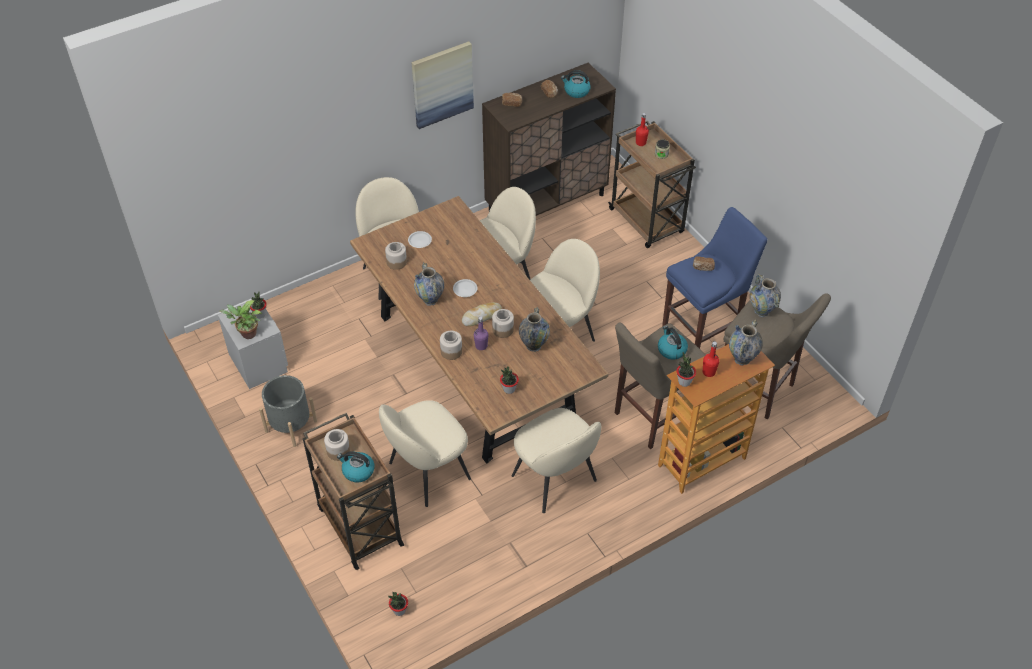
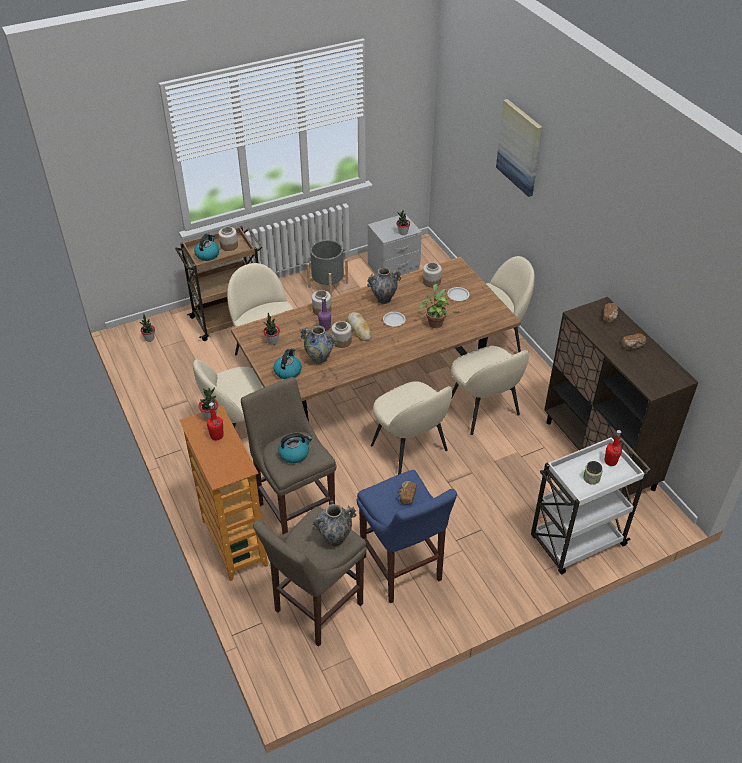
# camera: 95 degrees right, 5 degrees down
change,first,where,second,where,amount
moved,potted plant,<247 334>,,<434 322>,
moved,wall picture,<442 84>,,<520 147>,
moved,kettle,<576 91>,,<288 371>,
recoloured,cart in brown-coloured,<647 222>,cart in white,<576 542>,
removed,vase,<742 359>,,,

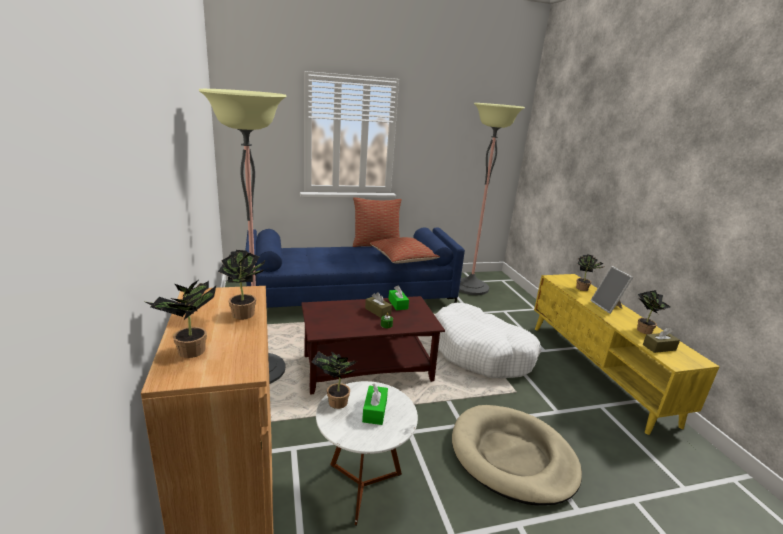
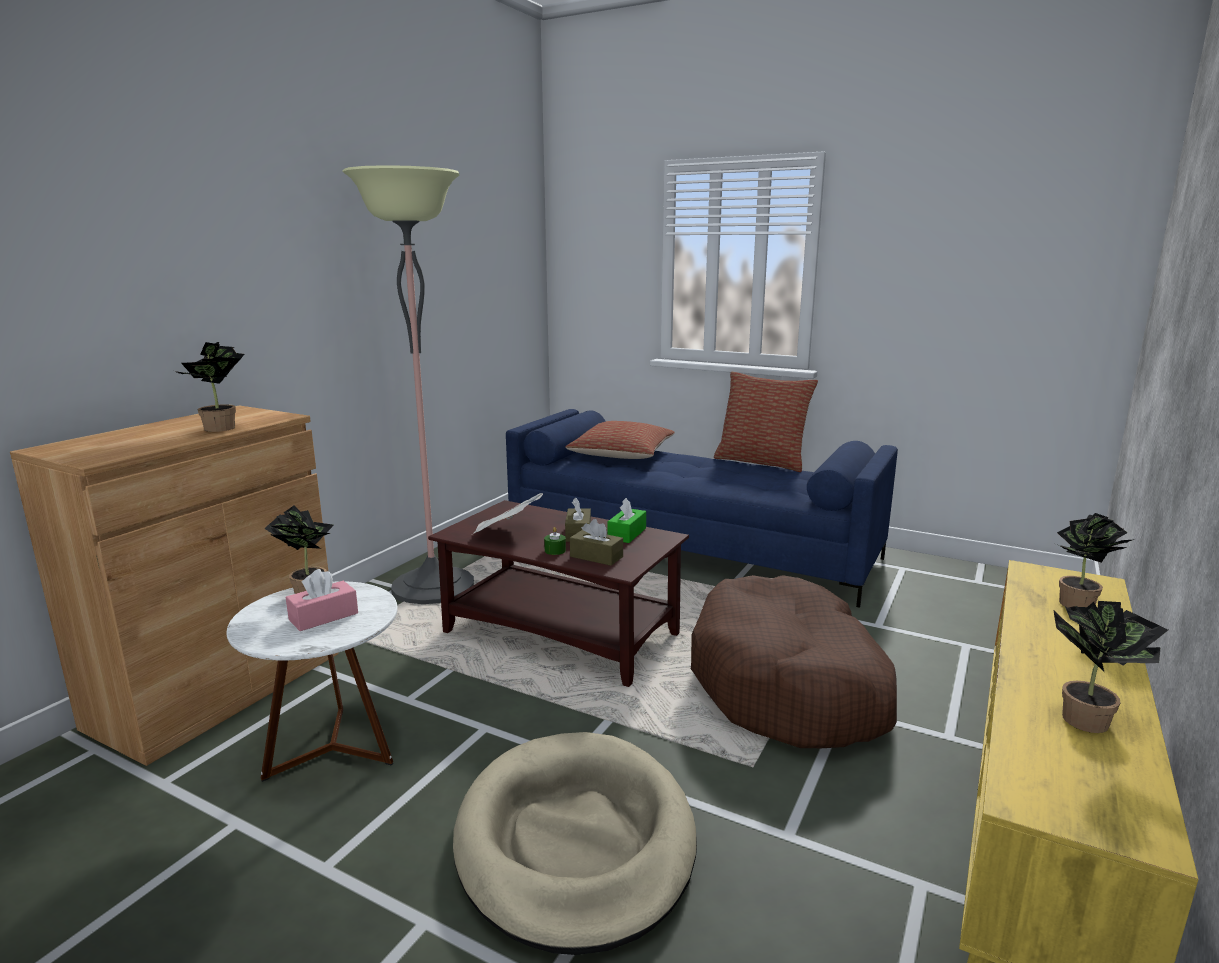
# camera: 45 degrees right, 5 degrees down
change,first,where,second,where,amount
removed,potted plant,<189 353>,,,
recoloured,tissue box in green-coloured,<375 411>,tissue box in pink-coloured,<323 616>,
moved,throw pillow,<403 258>,,<621 455>,
recoloured,dog cushion in white,<481 352>,dog cushion in brown-coloured,<789 685>,
removed,standing lamp,<470 287>,,,
removed,picture frame,<607 307>,,,
moved,tissue box in brown-coloured,<659 347>,,<596 557>,
added,,,daily paper,<506 533>,

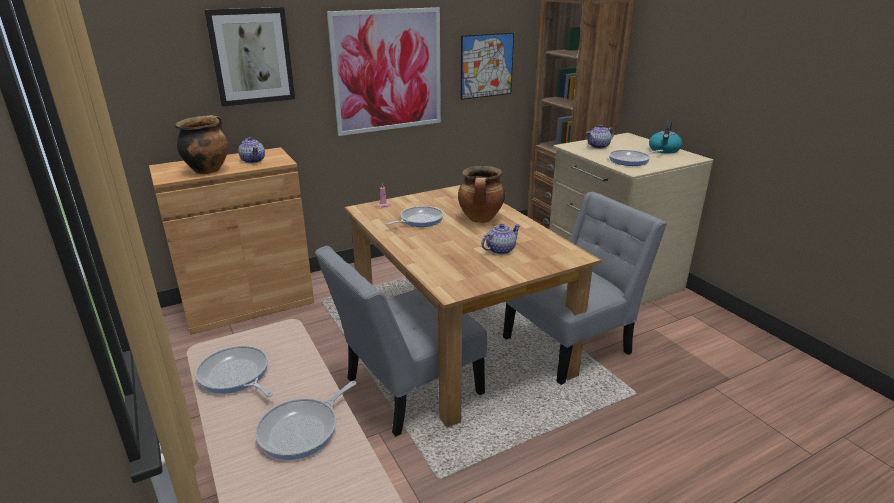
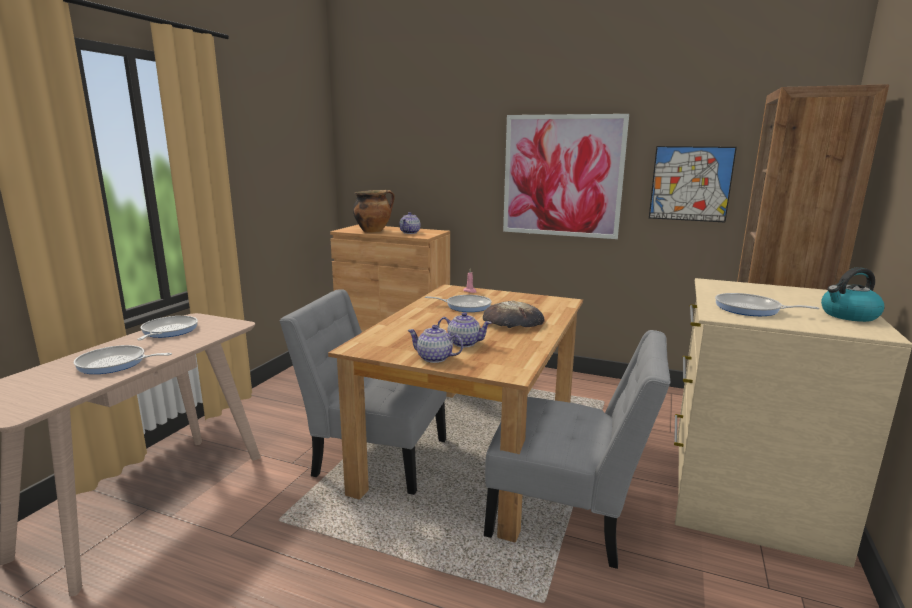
# camera: 50 degrees right, 10 degrees down
change,first,where,second,where,amount
removed,wall picture,<251 56>,,,
replaced,saucepot,<481 219>,bakery bread,<513 321>,
moved,teapot,<599 146>,,<435 358>,

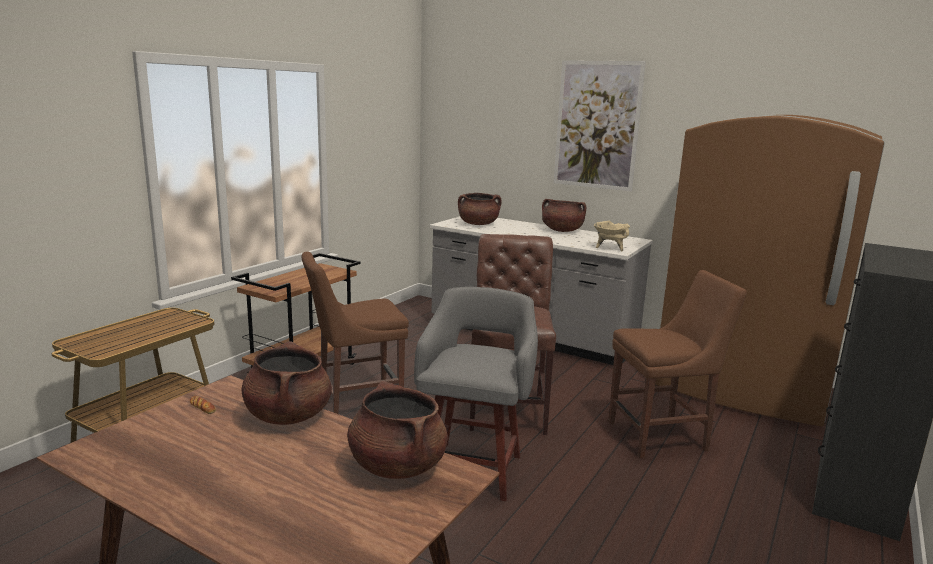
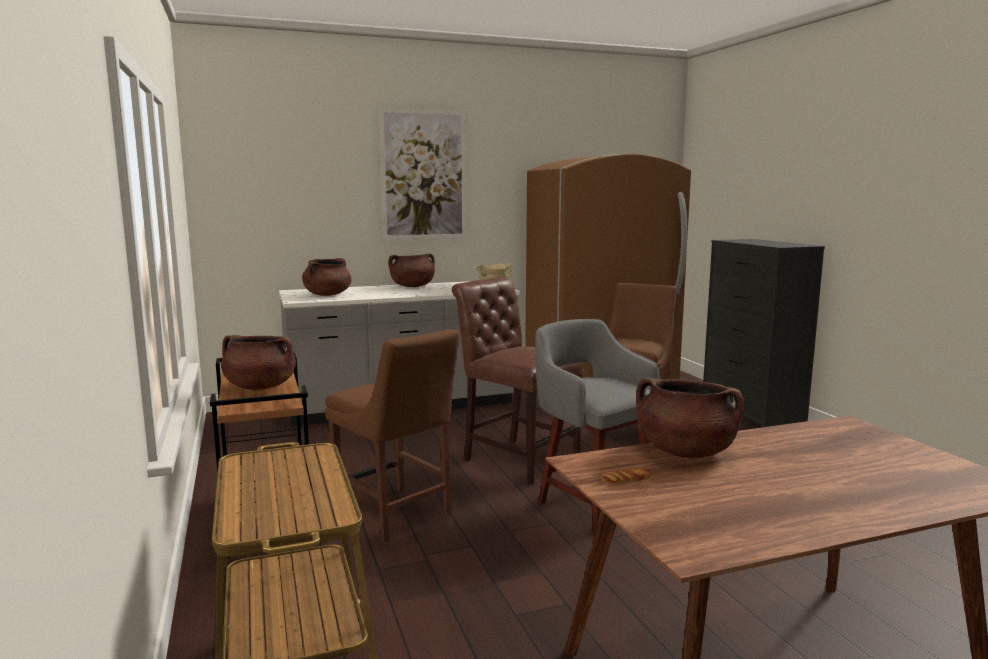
# camera: 50 degrees left, 5 degrees down
change,first,where,second,where,amount
turned,chair in brown-coloured,<356 403>,,<396 515>,60 degrees counterclockwise
moved,saucepot in brown-coloured,<397 465>,,<259 387>,

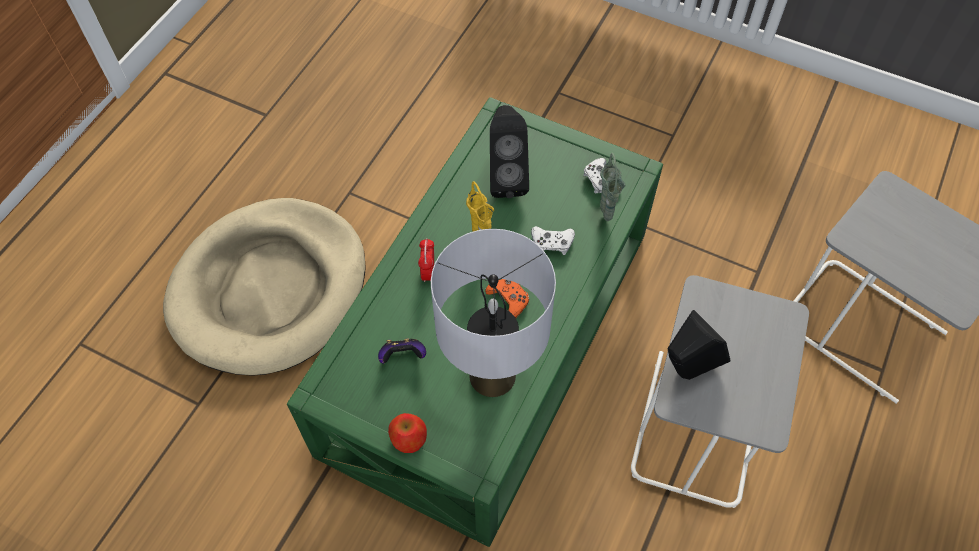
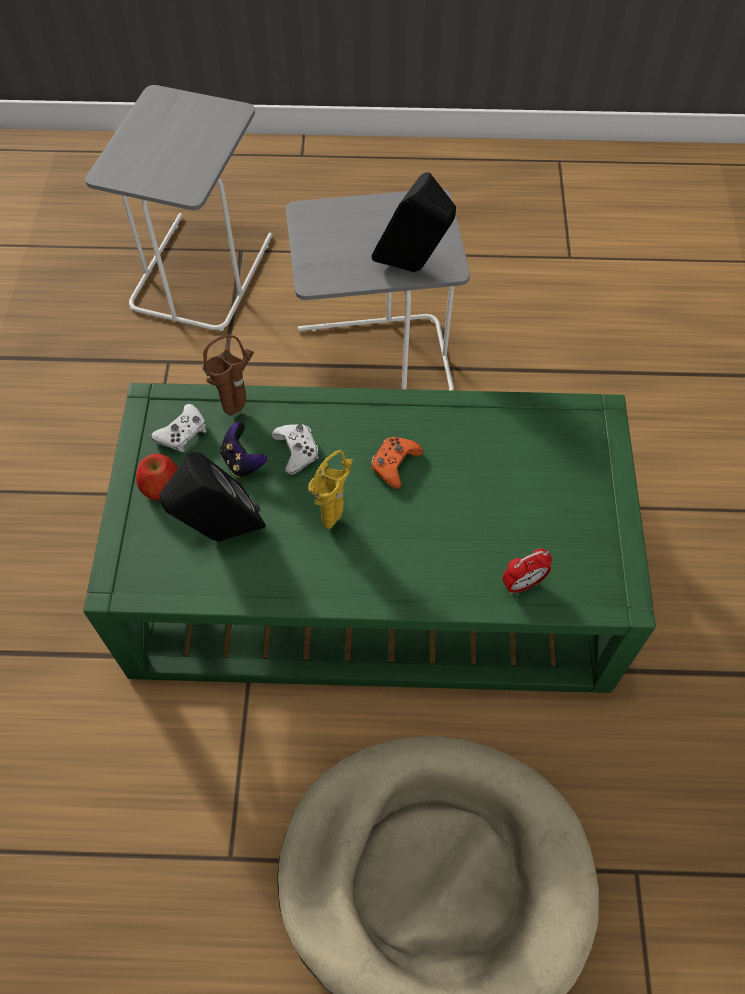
# camera: 115 degrees left, 0 degrees up
change,first,where,second,where,amount
moved,joypad,<403 356>,,<243 461>,
moved,whole apple,<408 438>,,<161 486>,
moved,table clock,<428 272>,,<523 584>,
removed,lamp for a table in gray,<491 375>,,,
recoloured,vase in green-coloured,<606 219>,vase in brown-coloured,<238 410>,

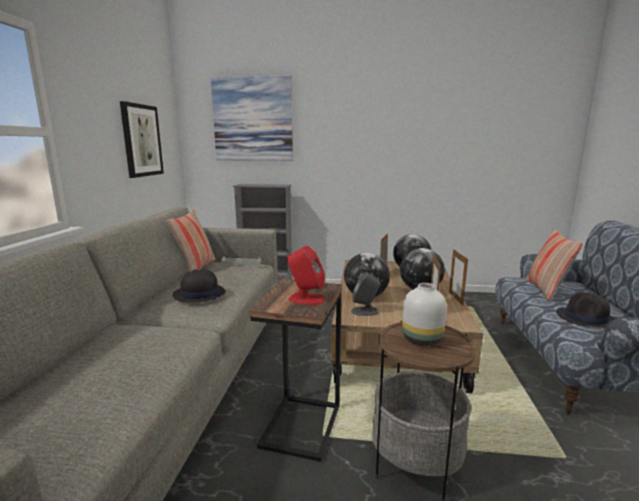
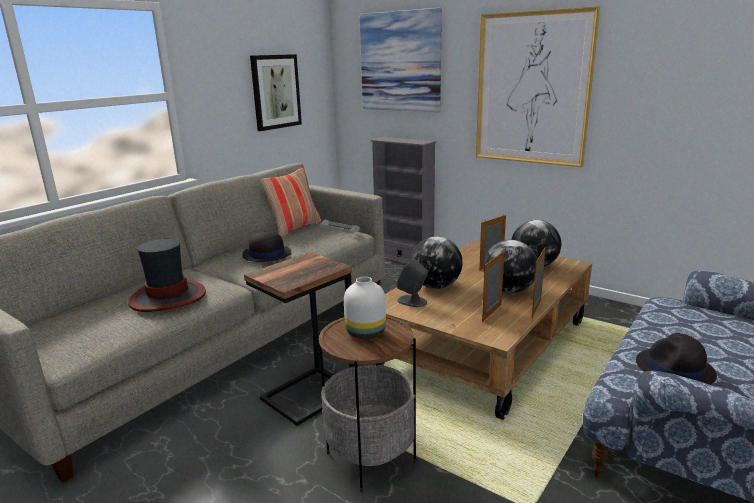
# camera: 30 degrees right, 5 degrees up
change,first,where,second,where,amount
removed,audio speaker in reddish,<305 299>,,,
removed,throw pillow,<546 290>,,,
added,,,clothing hat,<167 297>,
added,,,wall picture,<532 89>,

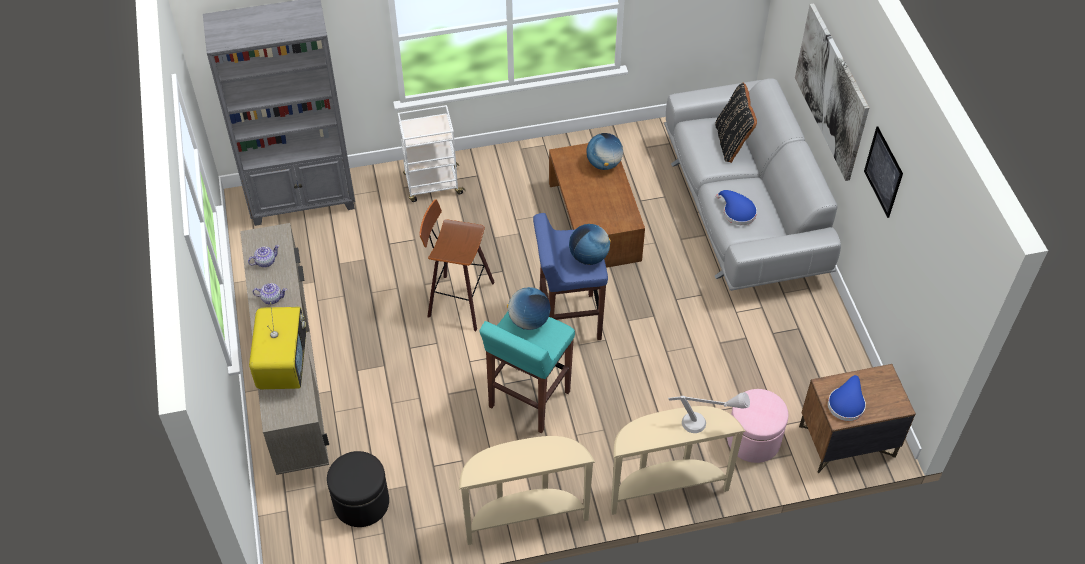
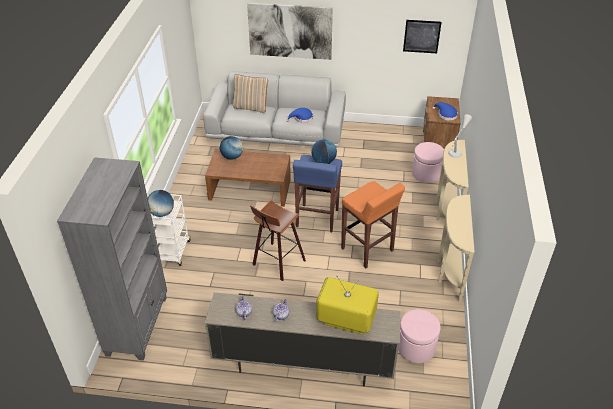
# camera: 70 degrees left, 10 degrees down
change,first,where,second,where,amount
recoloured,pouffe in black,<361 503>,pouffe in pink-coloured,<416 347>,
recoloured,stool seat in turquoise-coloured,<528 400>,stool seat in orange,<367 250>,
moved,globe,<529 321>,,<162 213>,
recoloured,throw pillow in black,<732 142>,throw pillow in beige-coloured,<251 107>,
moved,wall picture,<883 172>,,<421 36>,

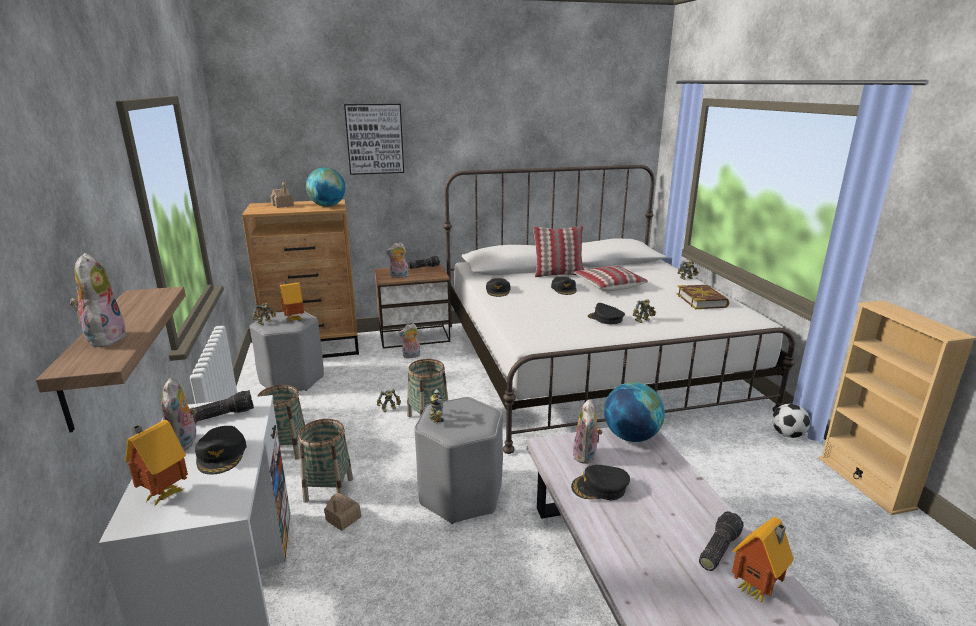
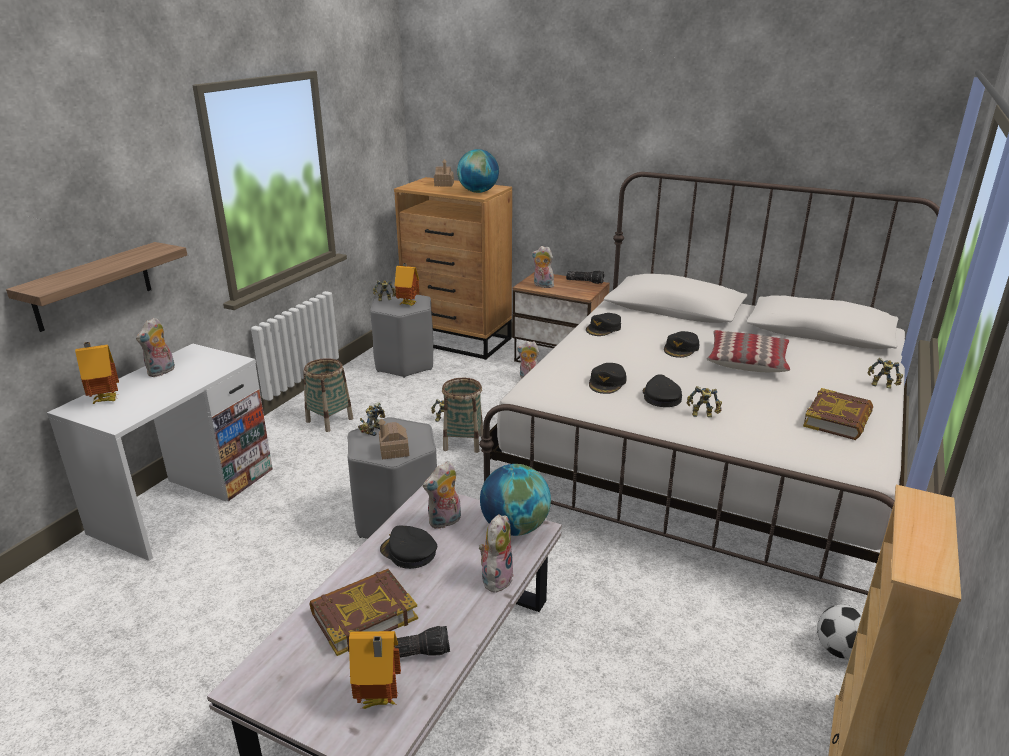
# camera: 40 degrees right, 5 degrees up
change,first,where,second,where,amount
moved,cuddly toy,<104 338>,,<496 577>,
removed,torch,<223 414>,,,
moved,cap in black,<222 455>,,<607 383>,
removed,basket,<328 489>,,,
moved,model house,<343 518>,,<394 451>,
removed,wall picture,<374 139>,,,
removed,throw pillow,<558 274>,,,
added,,,bound book,<363 615>,

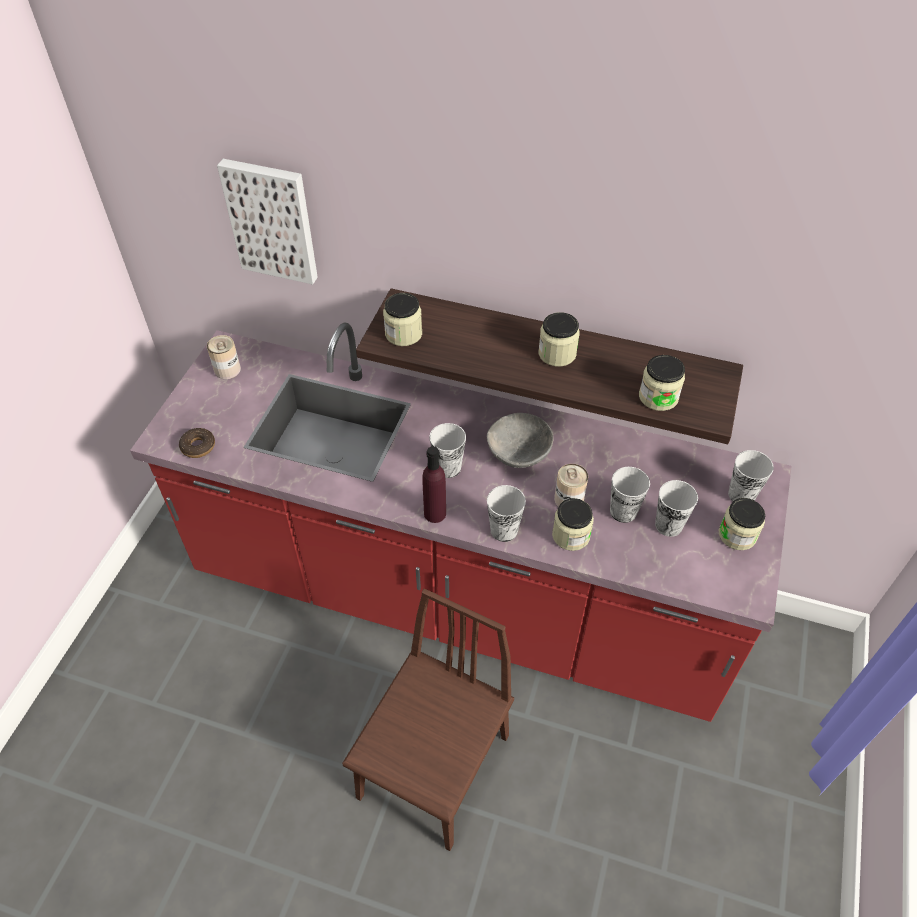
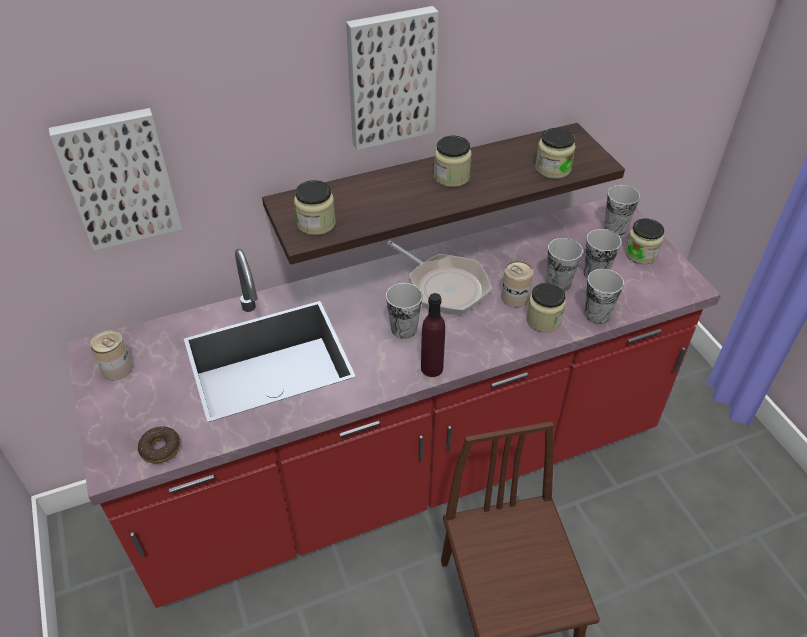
# camera: 40 degrees left, 5 degrees down
change,first,where,second,where,amount
replaced,bowl in gray,<519 452>,frying pan,<444 286>,
moved,drinking cup,<504 530>,,<597 315>,
added,,,wall picture,<390 77>,

